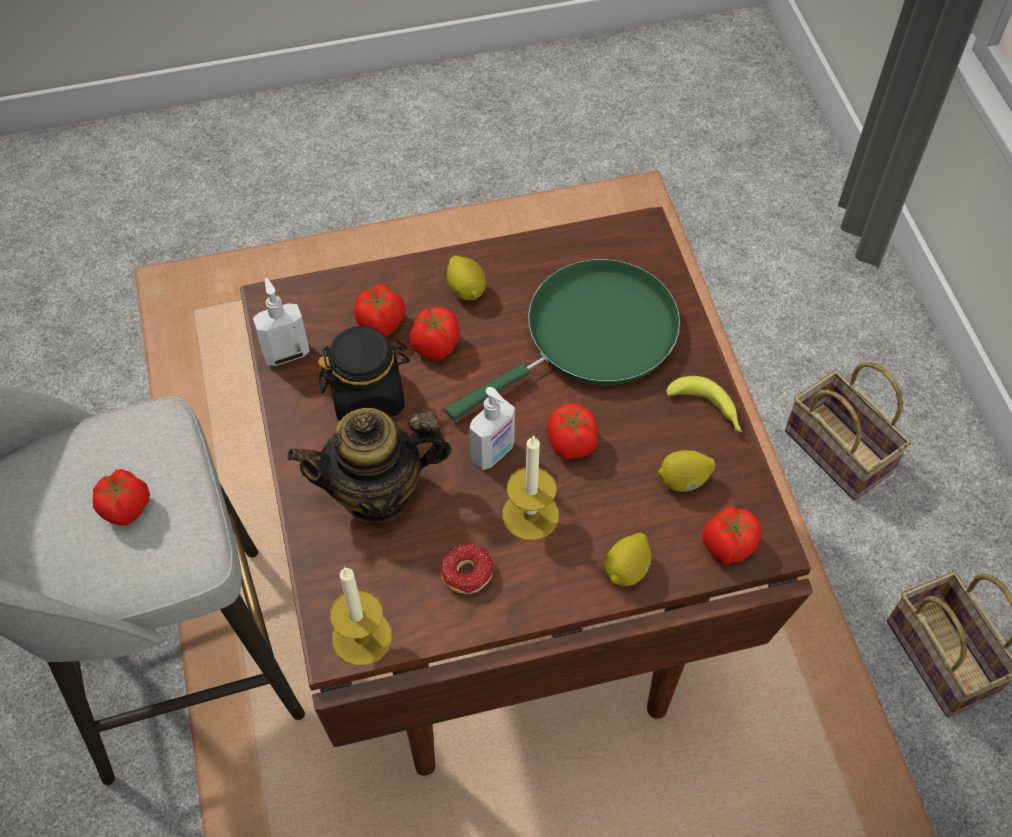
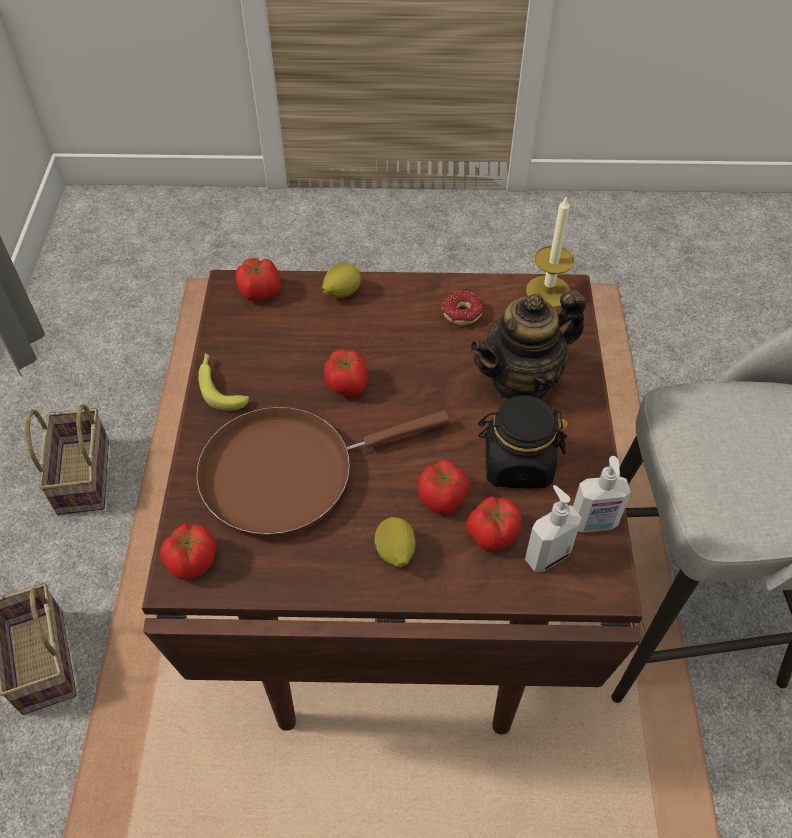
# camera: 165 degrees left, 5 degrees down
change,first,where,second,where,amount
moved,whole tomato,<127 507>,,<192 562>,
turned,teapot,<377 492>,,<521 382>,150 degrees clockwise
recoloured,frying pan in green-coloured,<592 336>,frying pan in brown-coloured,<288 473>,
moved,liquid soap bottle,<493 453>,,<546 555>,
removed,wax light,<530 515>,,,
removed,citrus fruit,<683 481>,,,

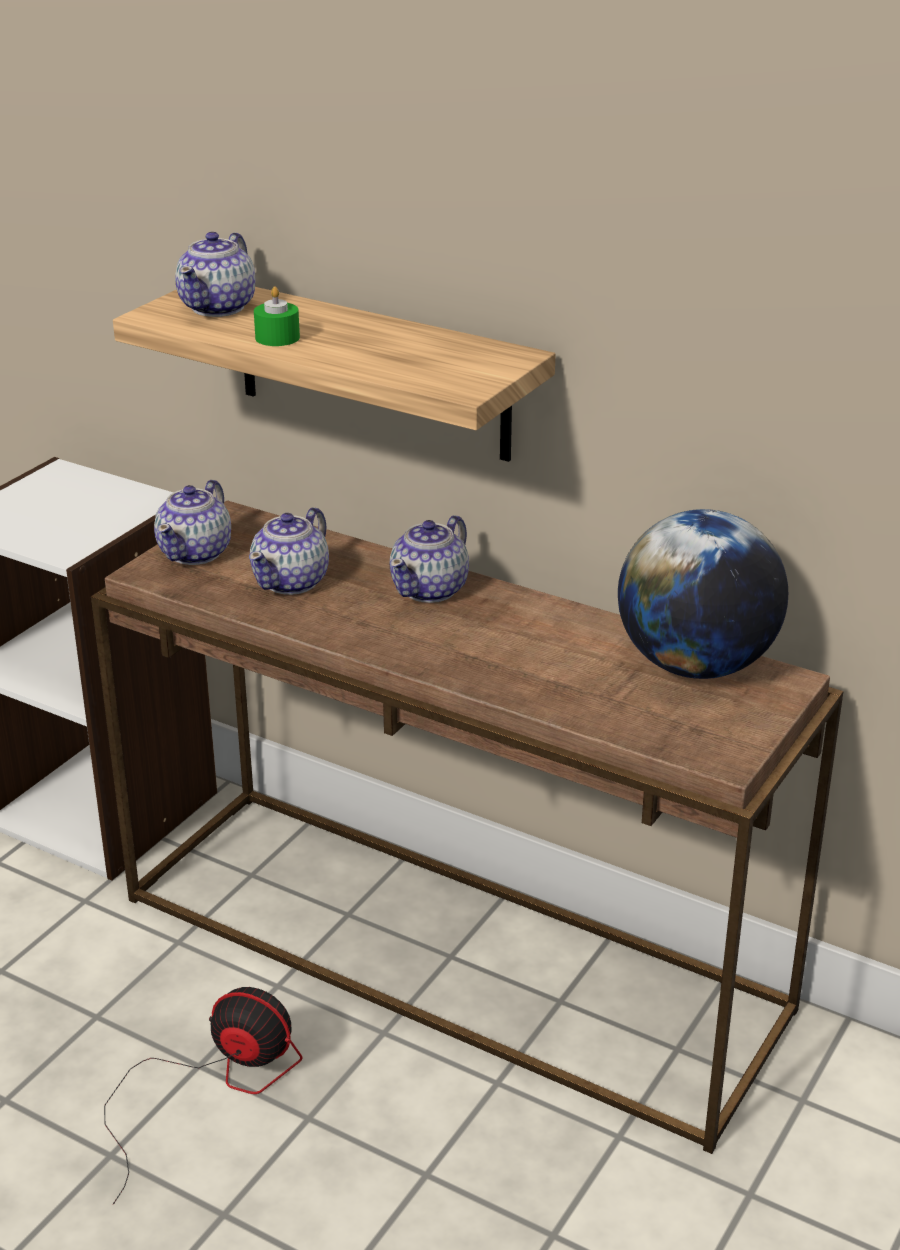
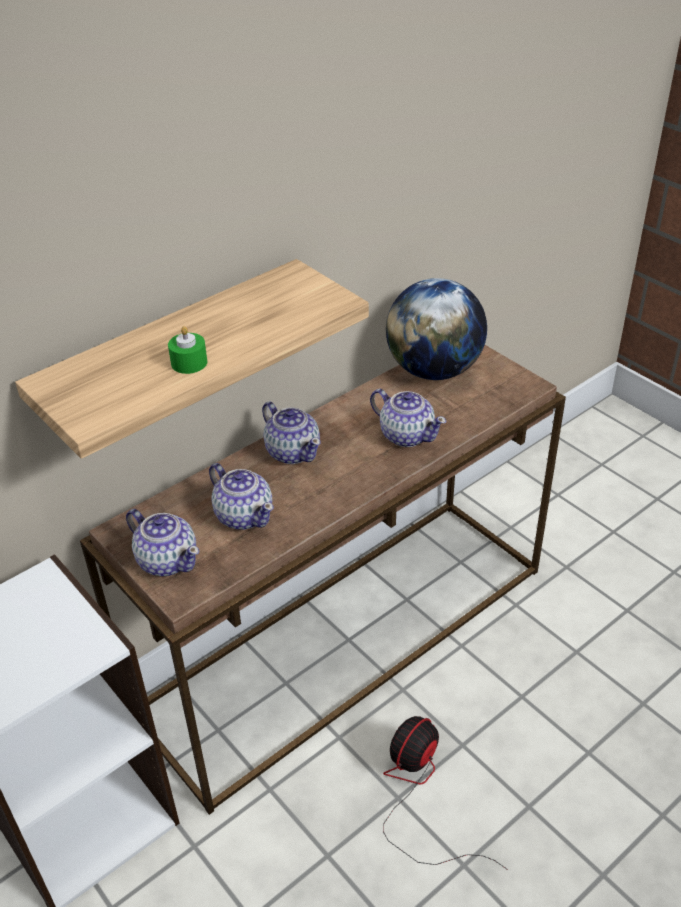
# camera: 70 degrees left, 10 degrees up
change,first,where,second,where,amount
moved,teapot,<219 307>,,<406 435>,

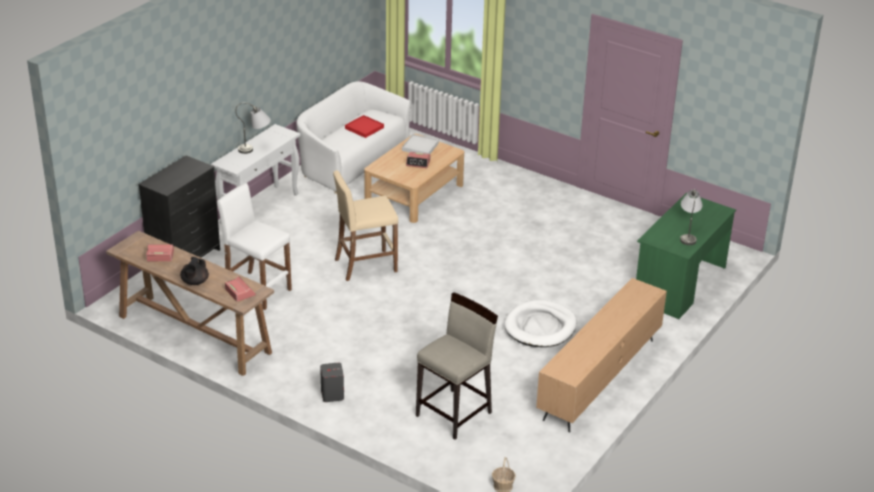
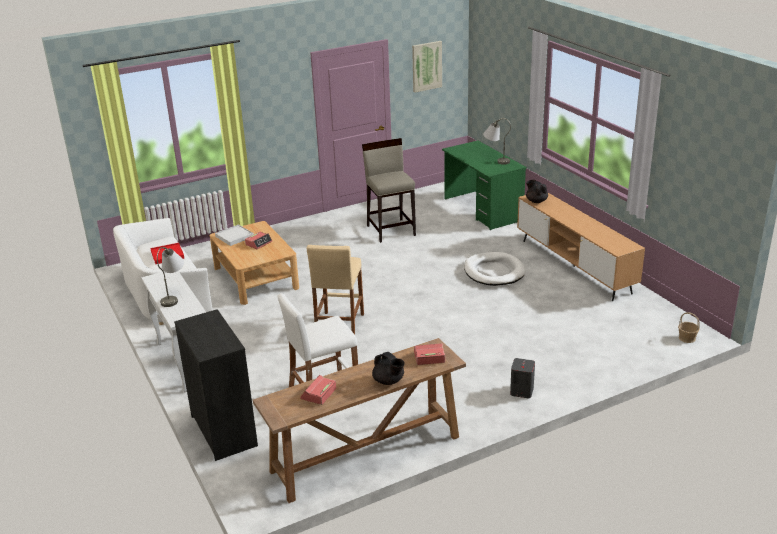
# camera: 60 degrees left, 5 degrees down
change,first,where,second,where,amount
moved,stool seat in beige-coloured,<454 414>,,<391 230>,
added,,,wall picture,<426 66>,
added,,,teapot in black,<536 201>,

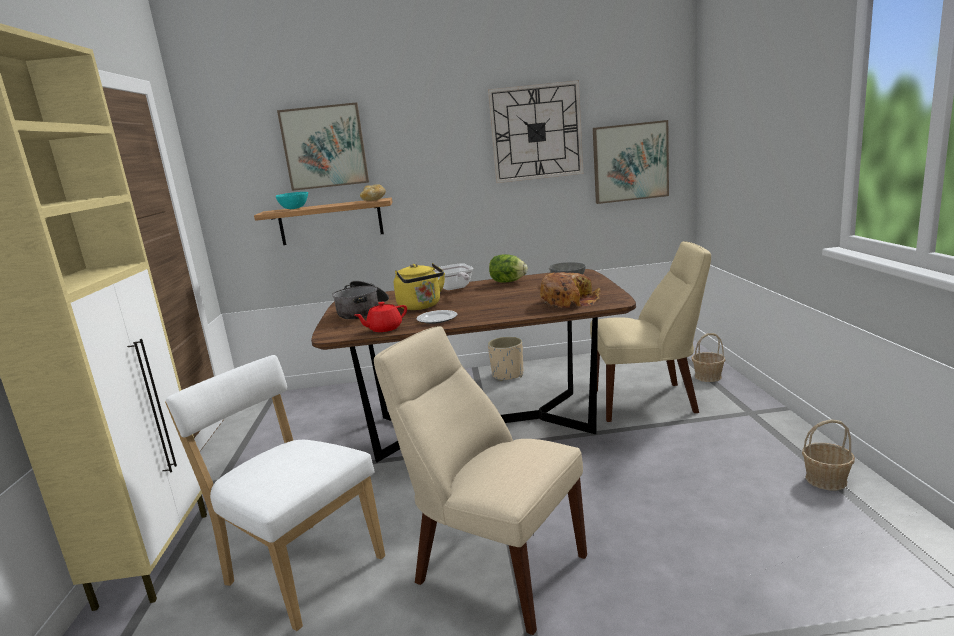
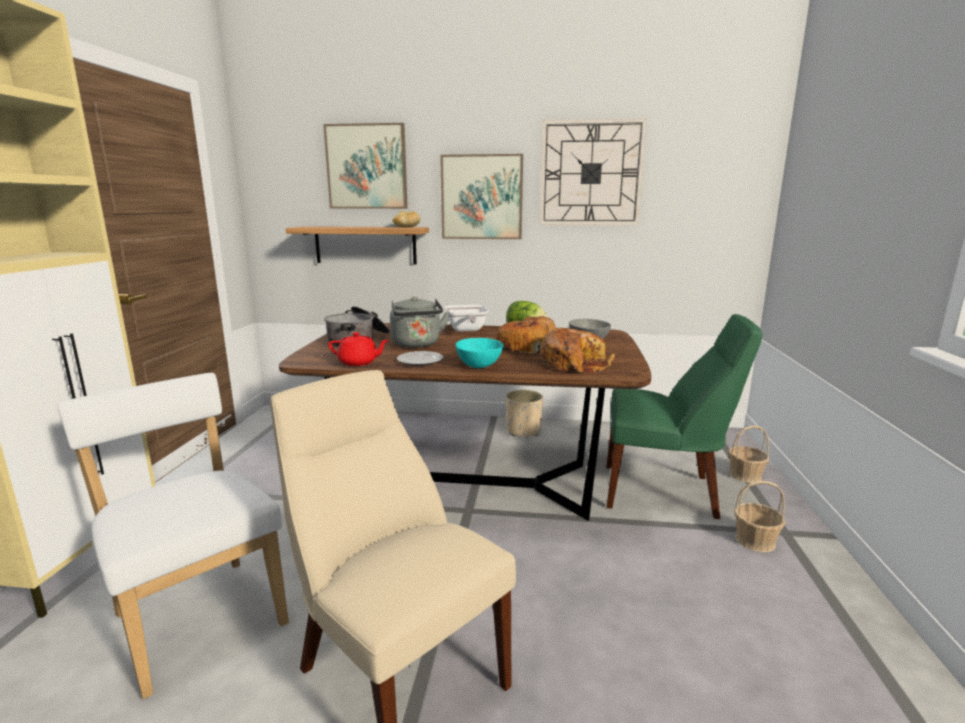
# camera: 10 degrees right, 0 degrees up
change,first,where,second,where,amount
moved,bowl in turquoise-coloured,<294 208>,,<479 365>,
turned,teapot in reddish,<384 329>,,<359 362>,150 degrees counterclockwise
recoloured,kettle in yellow-coloured,<421 306>,kettle in gray,<417 344>,
recoloured,chair in beige-coloured,<649 401>,chair in green-coloured,<665 492>,
moved,wall picture,<630 162>,,<482 197>,
moved,basket,<826 480>,,<755 541>,
added,,,bakery bread,<524 346>,

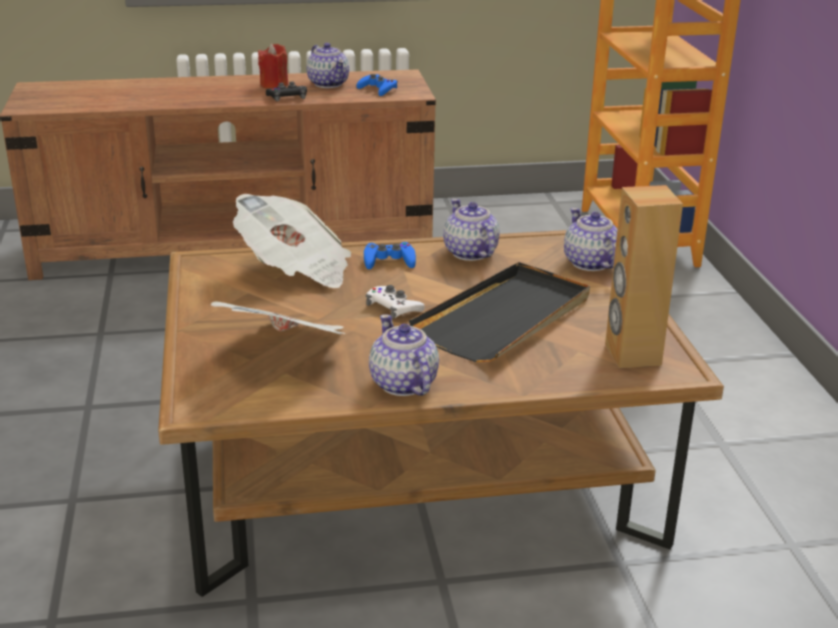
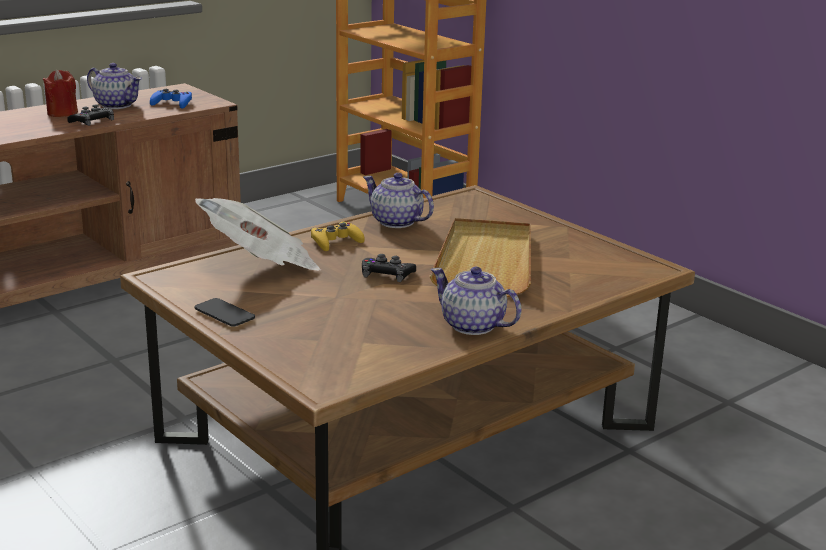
# camera: 30 degrees left, 5 degrees down
change,first,where,second,where,amount
removed,daily paper,<287 350>,,,
recoloured,joypad in bluish,<389 261>,joypad in yellow-coloured,<336 241>,
recoloured,joypad in white,<393 307>,joypad in black,<387 274>,
recoloured,tray in black,<505 318>,tray in beige-coloured,<485 262>,
removed,teapot,<590 263>,,,
removed,audio speaker in brown-coloured,<632 354>,,,
added,,,phone,<224 313>,

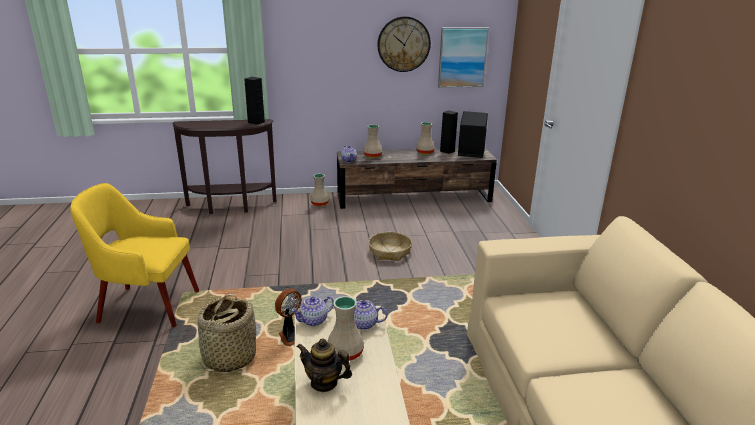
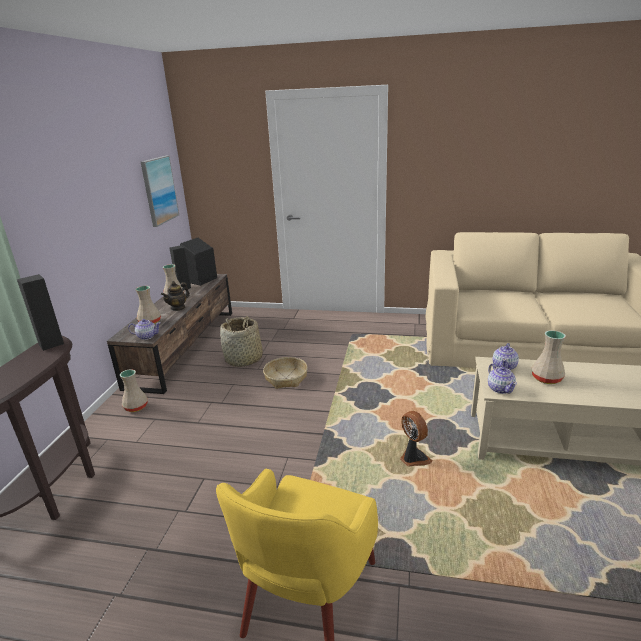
# camera: 70 degrees left, 0 degrees up
change,first,where,second,where,amount
moved,basket,<229 357>,,<244 359>,
moved,teapot,<324 382>,,<178 308>,
removed,wall clock,<403 44>,,,

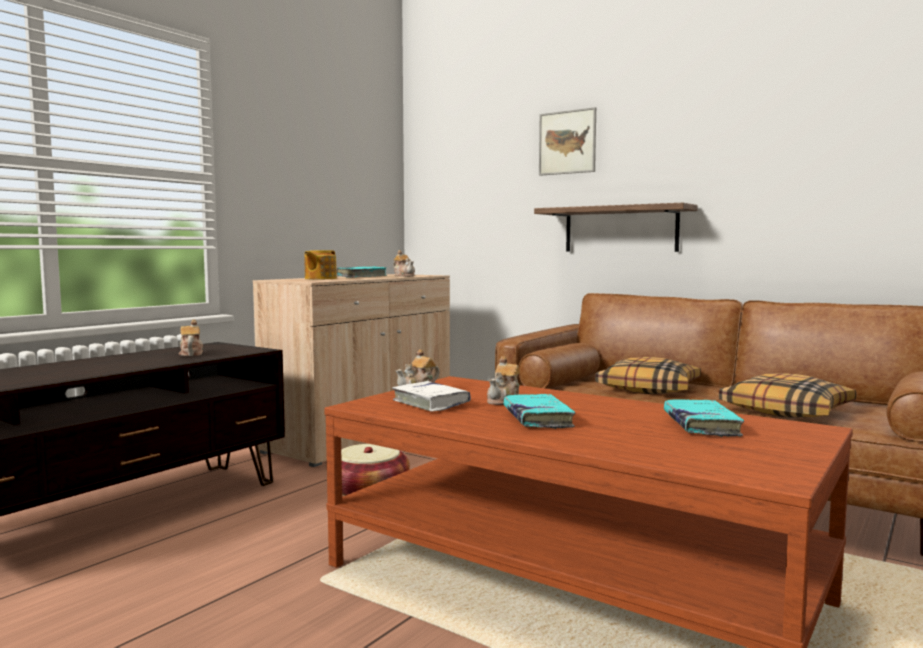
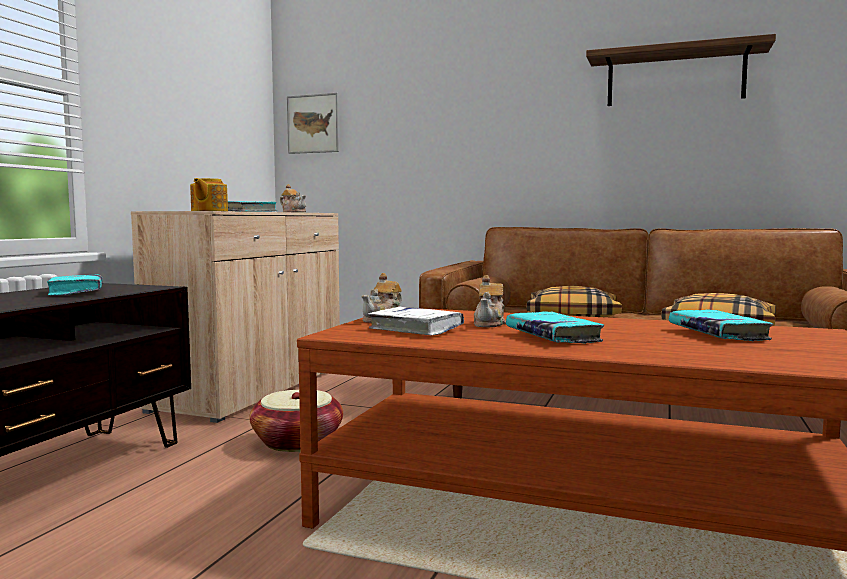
# camera: 15 degrees left, 0 degrees up
change,first,where,second,where,amount
replaced,teapot,<191 354>,bound book in turquoise-coloured,<76 292>,
moved,wall shelf,<620 229>,,<675 78>,
moved,wall picture,<567 142>,,<313 124>,

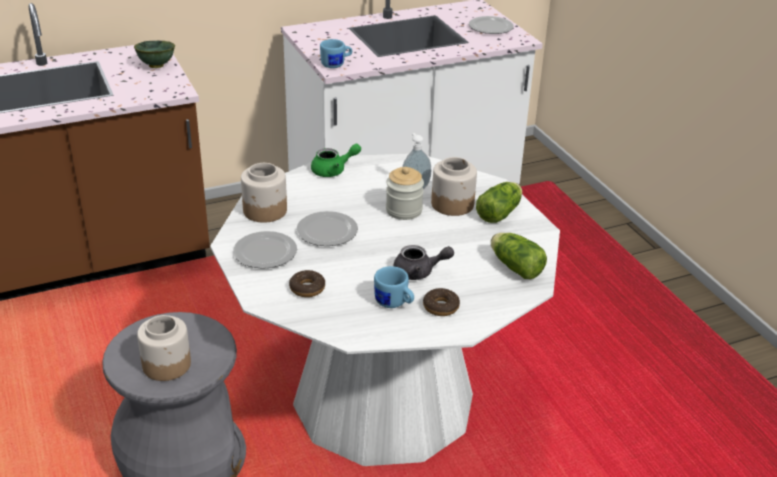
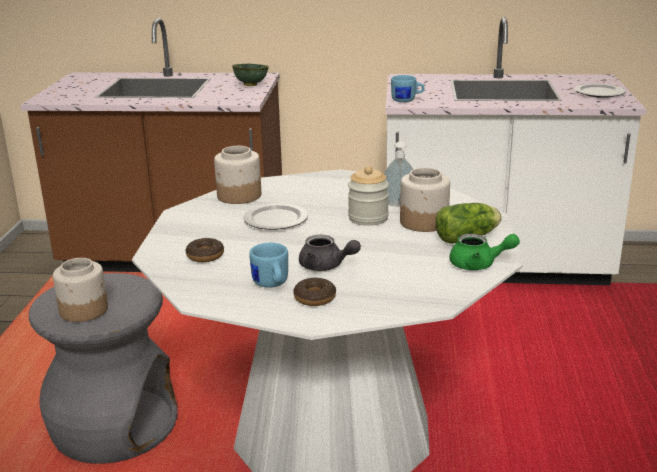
# camera: 30 degrees right, 10 degrees down
change,first,where,second,where,amount
removed,dinner plate,<264 253>,,,
moved,teapot in green-coloured,<333 171>,,<479 265>,
removed,lettuce,<514 266>,,,

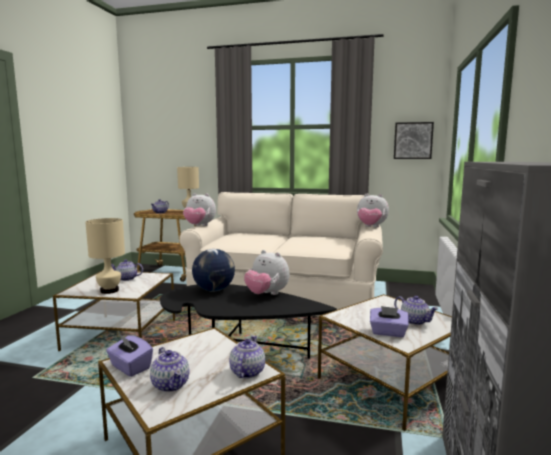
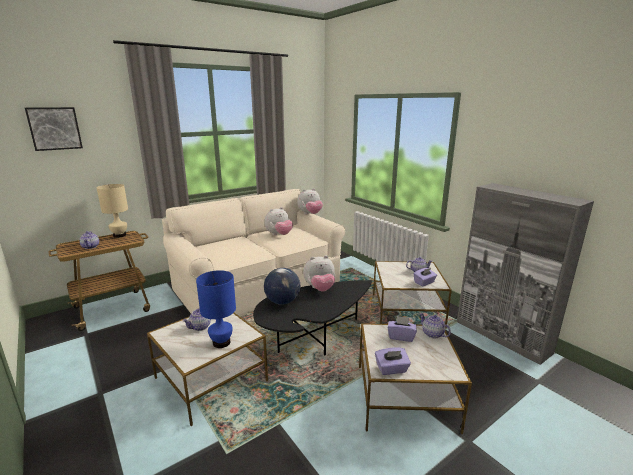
# camera: 50 degrees left, 10 degrees up
change,first,where,second,where,amount
recoloured,lamp for a table in beige-coloured,<109 290>,lamp for a table in bluish,<221 342>,
removed,teapot,<171 385>,,,
moved,cuddly toy,<199 226>,,<279 235>,
moved,wall picture,<413 140>,,<54 128>,
added,,,tissue box in purple-coloured,<401 336>,

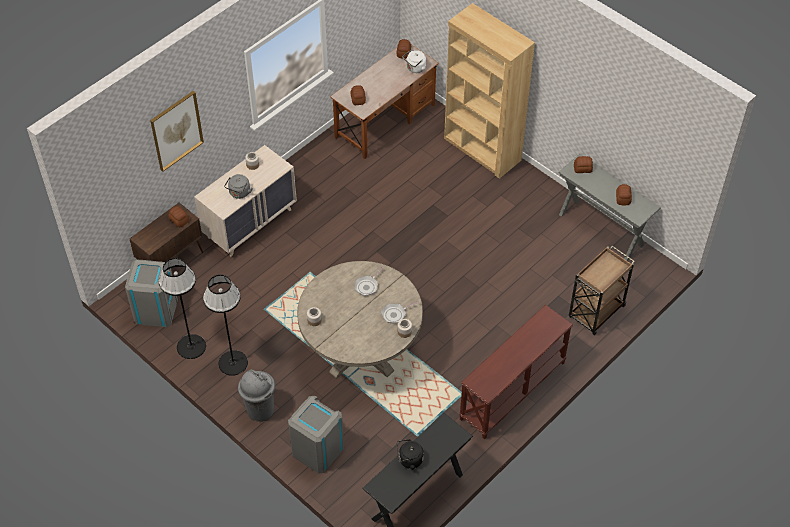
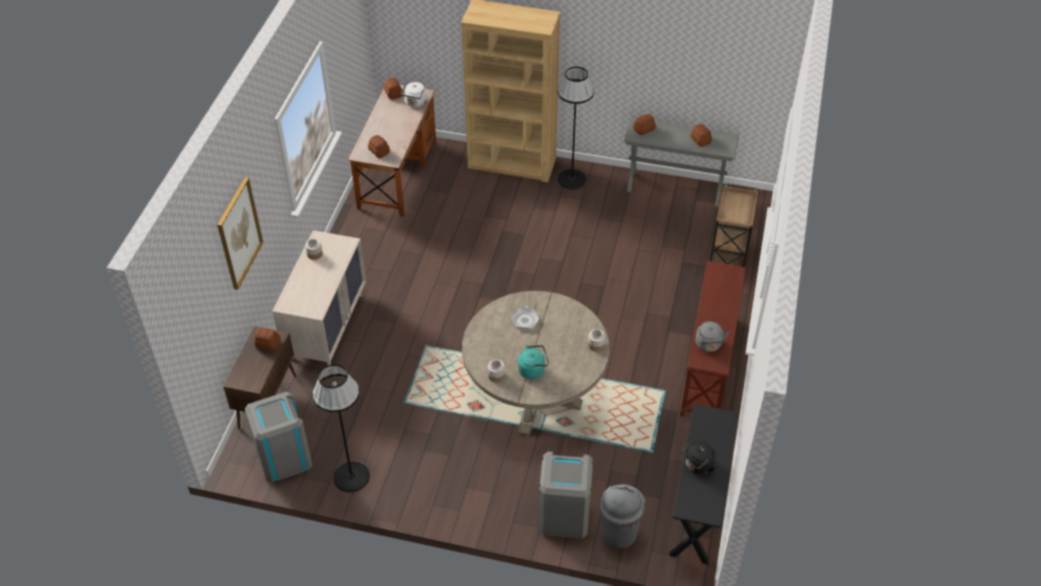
# camera: 30 degrees left, 5 degrees down
change,first,where,second,where,amount
moved,standing lamp in black,<233 363>,,<572 179>,
moved,kettle in gray,<239 193>,,<709 345>,
moved,trash can in gray,<260 410>,,<619 533>,
removed,frying pan,<395 314>,,,
added,,,kettle in turquoise-coloured,<533 370>,

